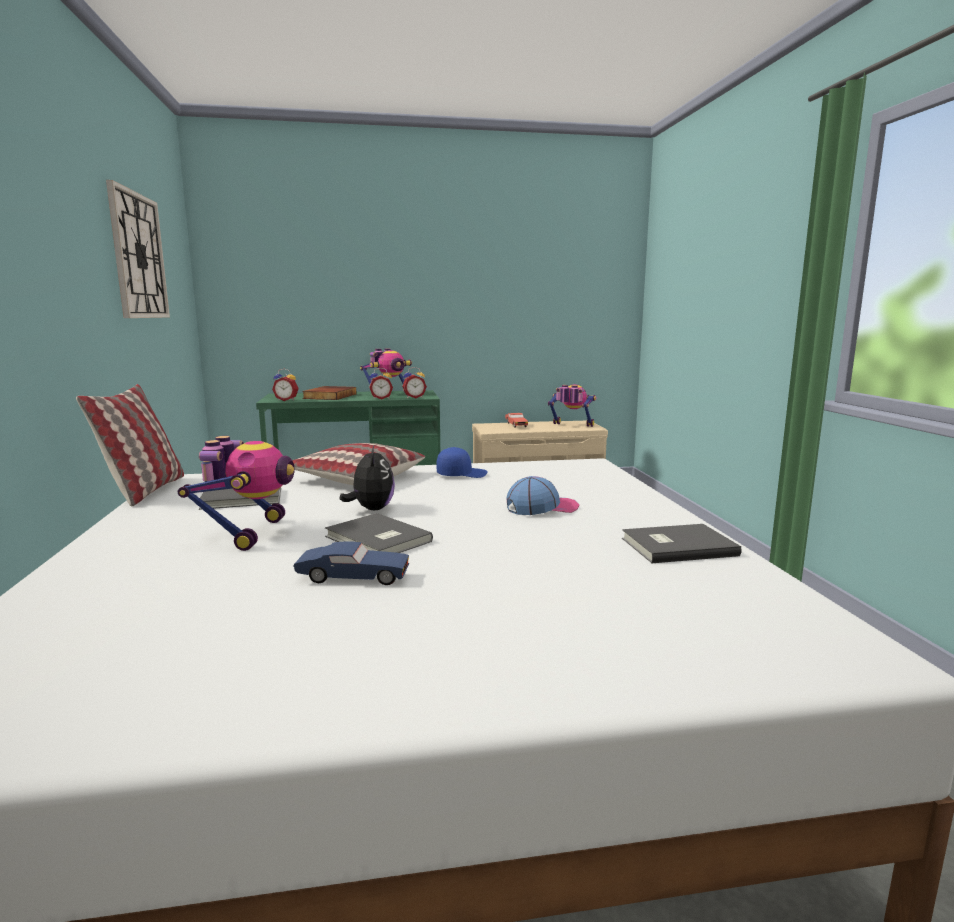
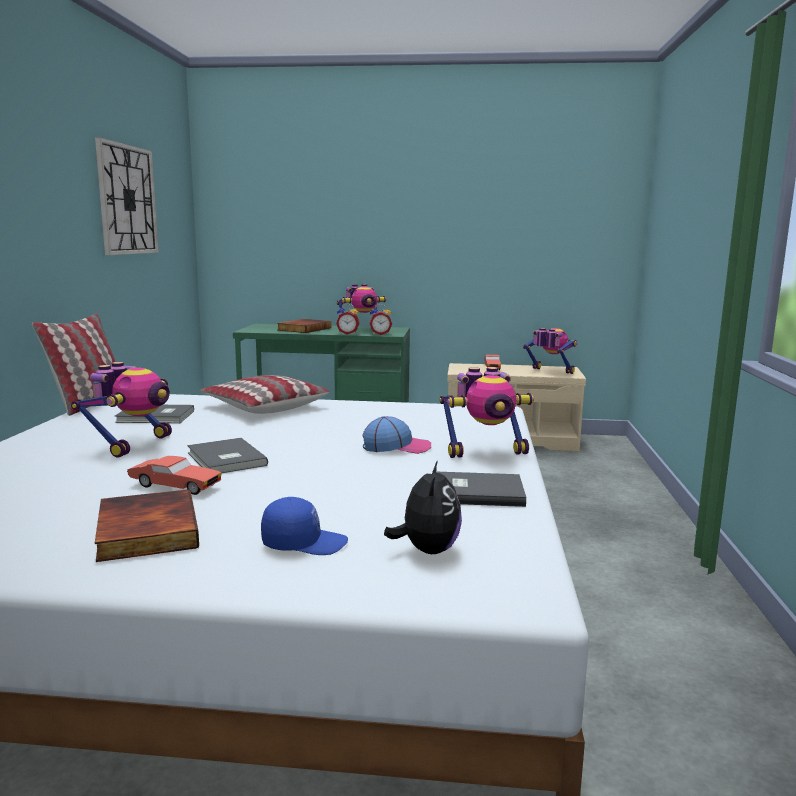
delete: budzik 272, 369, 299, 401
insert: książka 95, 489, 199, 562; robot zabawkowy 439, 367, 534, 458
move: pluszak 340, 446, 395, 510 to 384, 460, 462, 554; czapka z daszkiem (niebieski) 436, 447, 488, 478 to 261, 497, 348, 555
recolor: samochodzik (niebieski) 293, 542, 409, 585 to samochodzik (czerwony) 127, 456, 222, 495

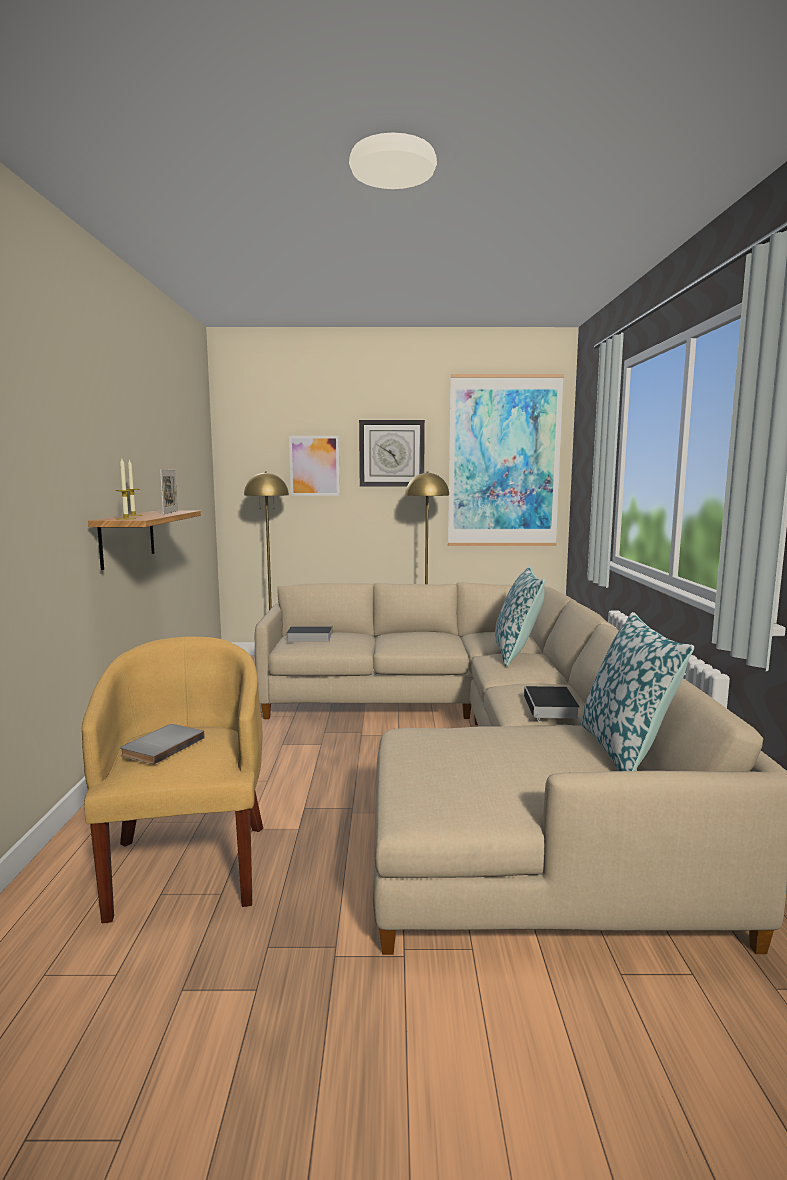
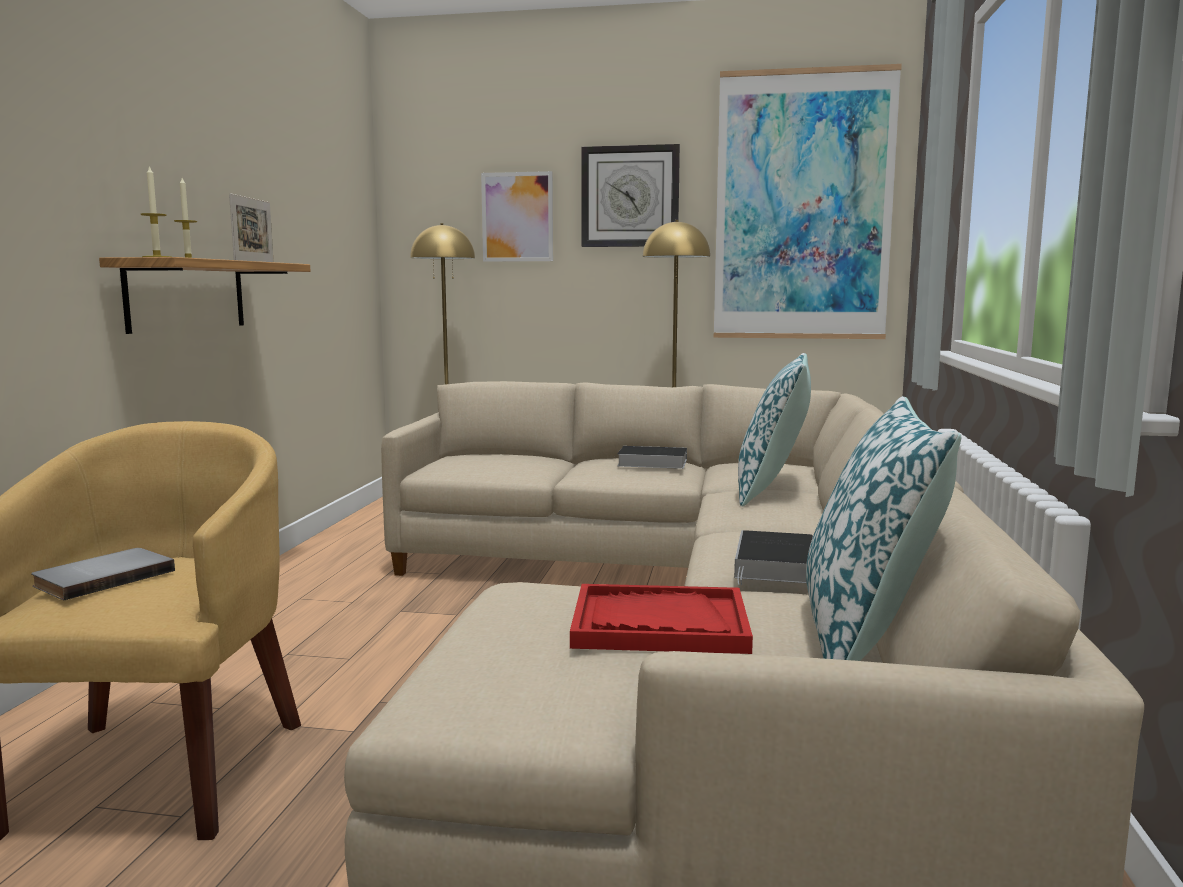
insert: taca (czerwony) 570, 584, 753, 654
move: książka 286, 626, 332, 641 to 617, 446, 687, 469

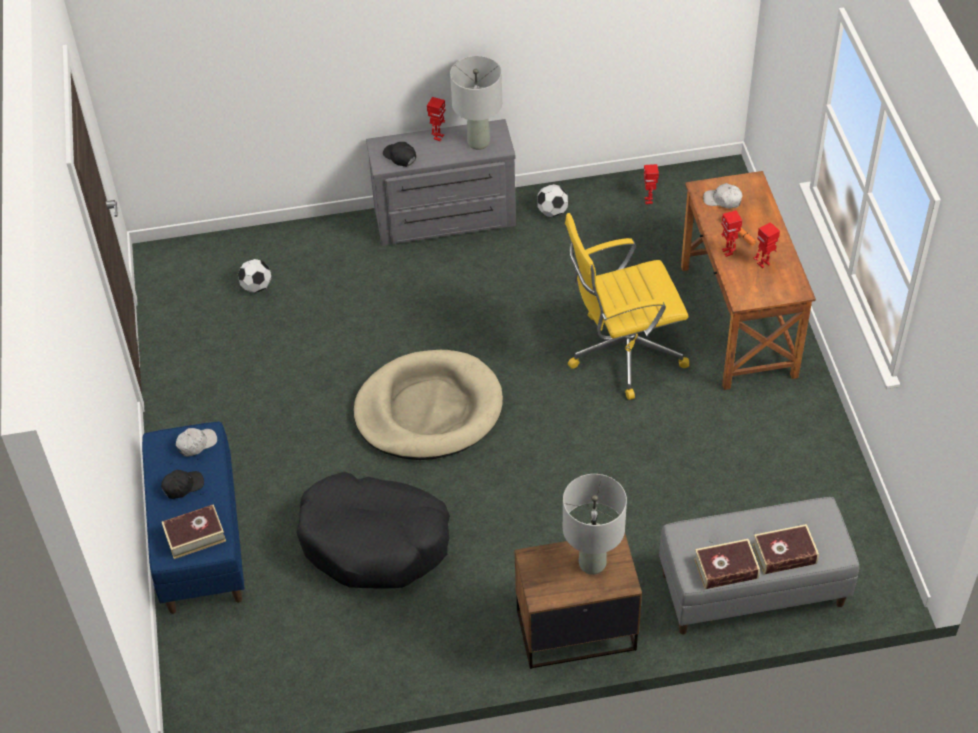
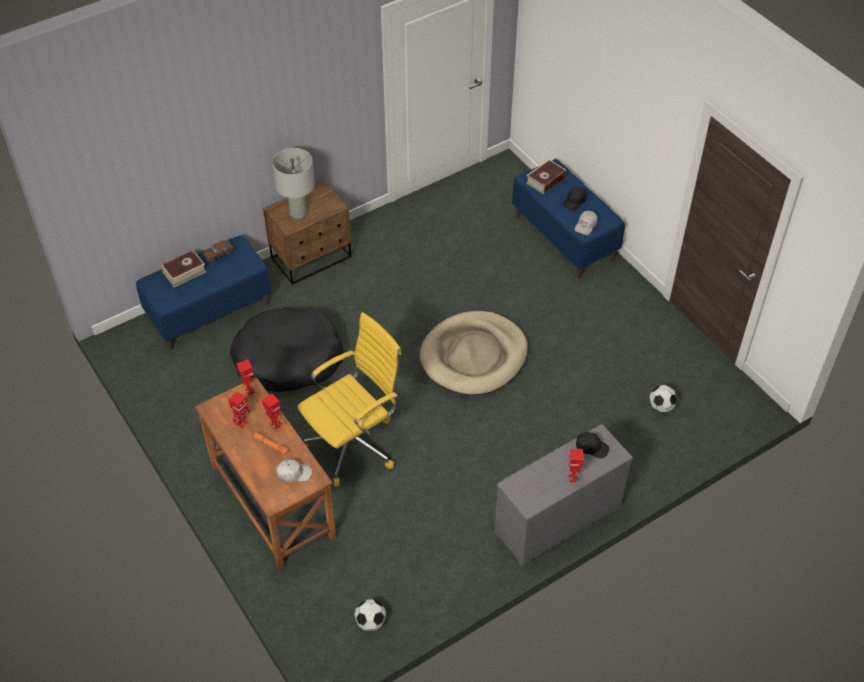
delete: lampa stołowa (szary) 450, 56, 502, 150
move: legowisko (czarny) 296, 472, 450, 588 to 230, 307, 344, 392; piłka futbolowa 537, 184, 568, 217 to 354, 599, 386, 631; robot zabawkowy 644, 164, 659, 204 to 236, 359, 255, 395
replace: książka 694, 539, 760, 589 to samochodzik (brązowy) 202, 240, 235, 262
recolor: ławka (szary) 659, 497, 859, 634 to ławka (niebieski) 136, 235, 272, 350

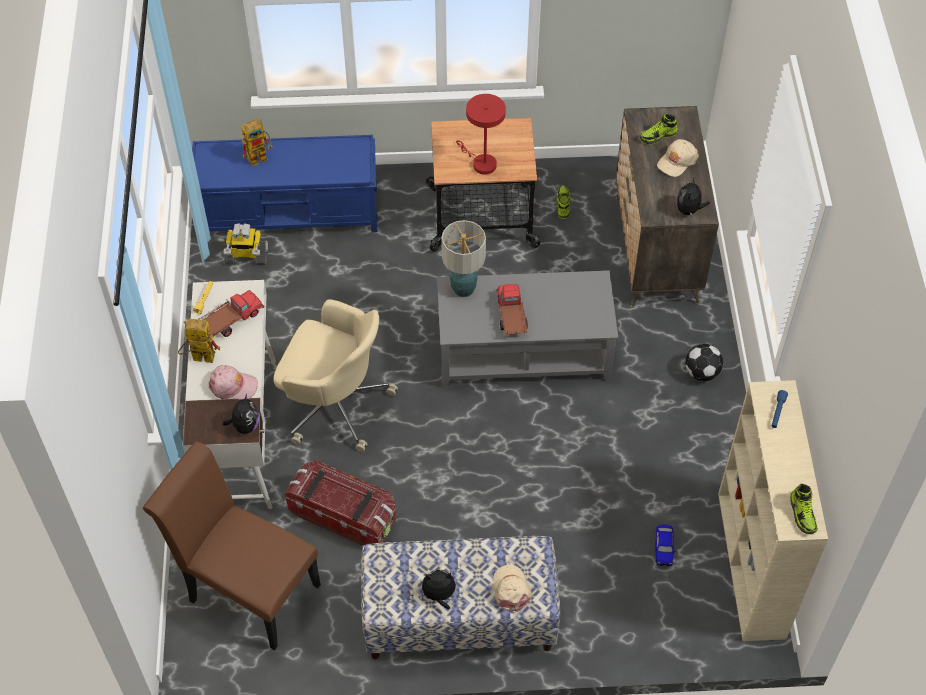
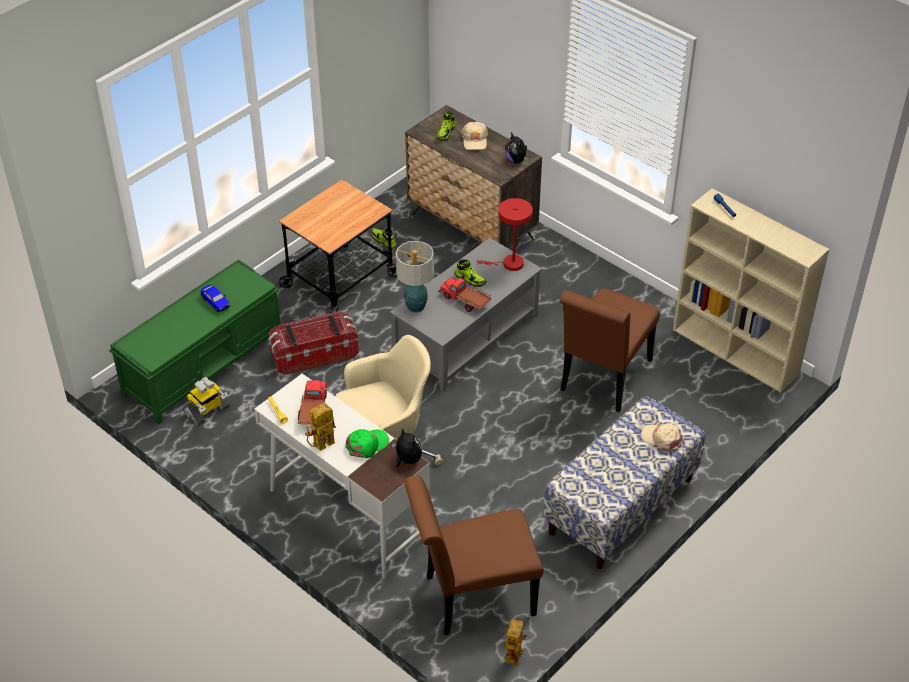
delete: pluszak 420, 570, 456, 609; piłka futbolowa 685, 344, 723, 381
insert: krzesło (brązowy) 560, 288, 660, 412
move: robot zabawkowy 241, 119, 273, 167 to 503, 616, 528, 666; pojemnik do przechowywania 285, 461, 396, 546 to 268, 311, 359, 375; lampa stołowa (czerwony) 456, 94, 506, 175 to 477, 198, 533, 271; samochodzik 655, 525, 676, 566 to 201, 285, 230, 312; but 790, 484, 818, 534 to 455, 259, 487, 287
recolor: ławka (niebieski) 192, 135, 378, 233 to ławka (zielony) 109, 259, 281, 425; czapka z daszkiem (różowy) 209, 365, 258, 400 to czapka z daszkiem (zielony) 346, 429, 389, 458

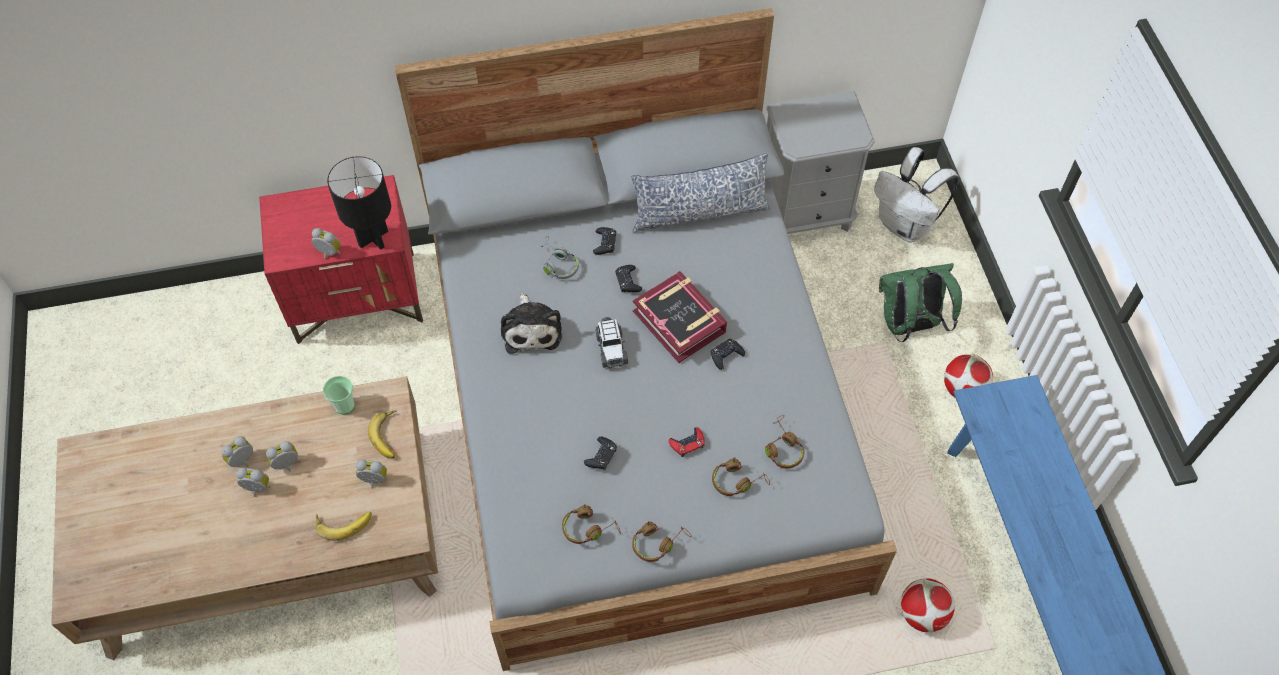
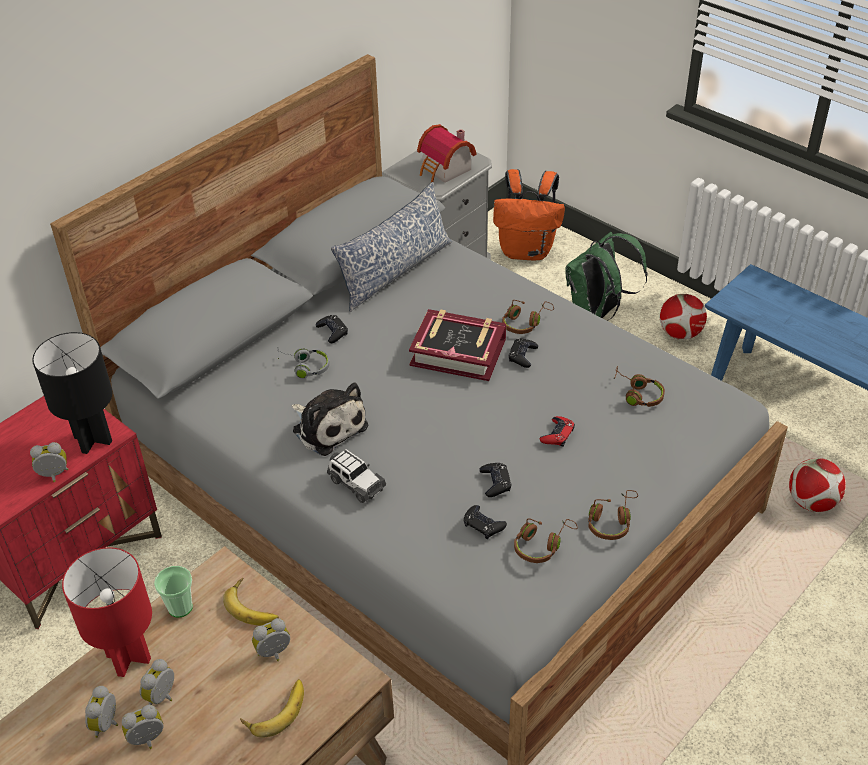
insert: lampa stołowa (czerwony) 62, 547, 152, 677; domek 417, 124, 476, 183
move: samochodzik 595, 317, 628, 368 to 327, 449, 386, 503; pad do gier (czarny) 615, 265, 642, 292 to 464, 505, 507, 539; słuchawki (brązowy) 712, 457, 770, 496 to 502, 300, 554, 334
recolor: plecak (biały) 874, 147, 959, 242 to plecak (pomarańczowy) 493, 169, 565, 261

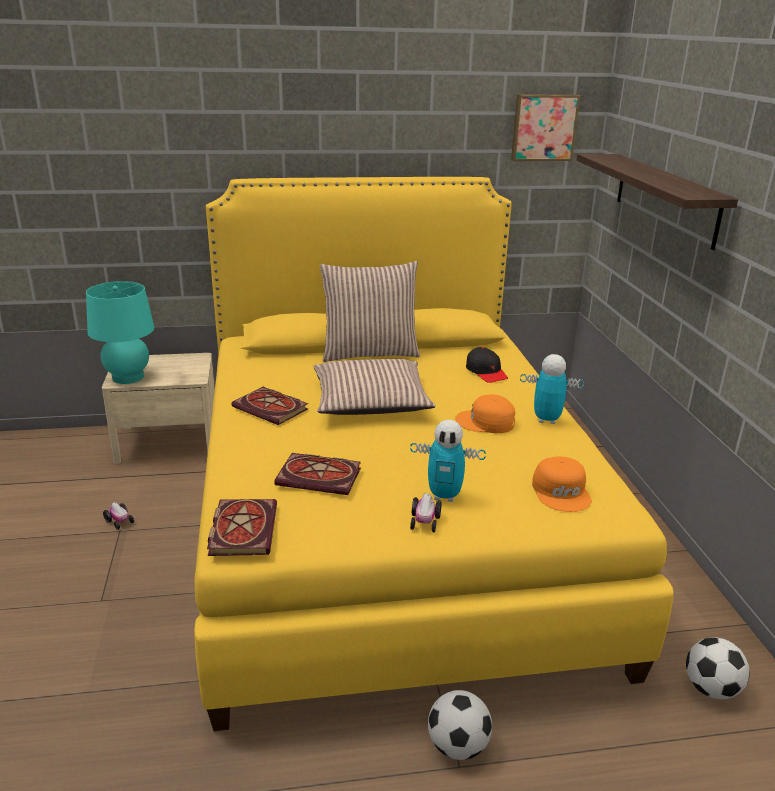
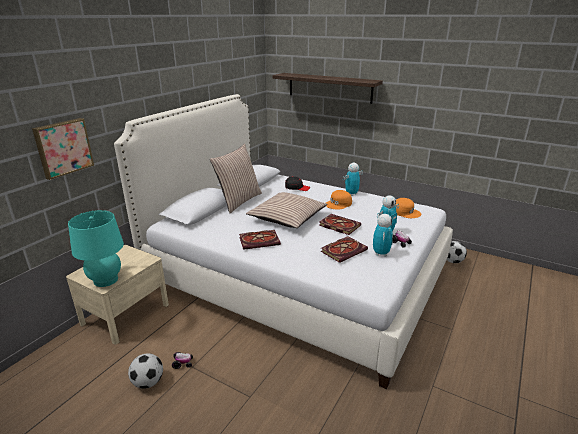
insert: robot zabawkowy 373, 214, 393, 257
move: książka 207, 499, 277, 556 to 319, 214, 361, 235; piłka futbolowa 428, 690, 492, 760 to 128, 353, 163, 389; obraz 511, 94, 580, 161 to 32, 118, 94, 180
recolor: łóżko (żółty) 194, 177, 674, 731 to łóżko (biały) 114, 94, 453, 389

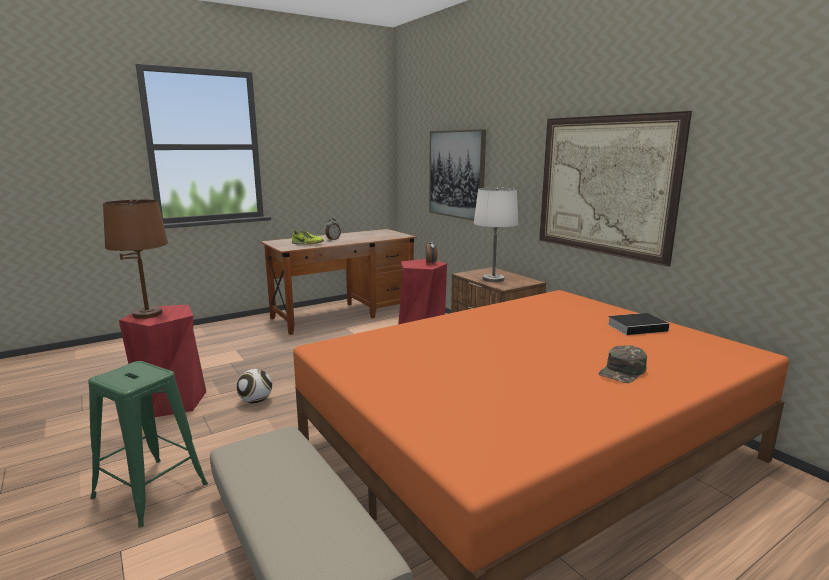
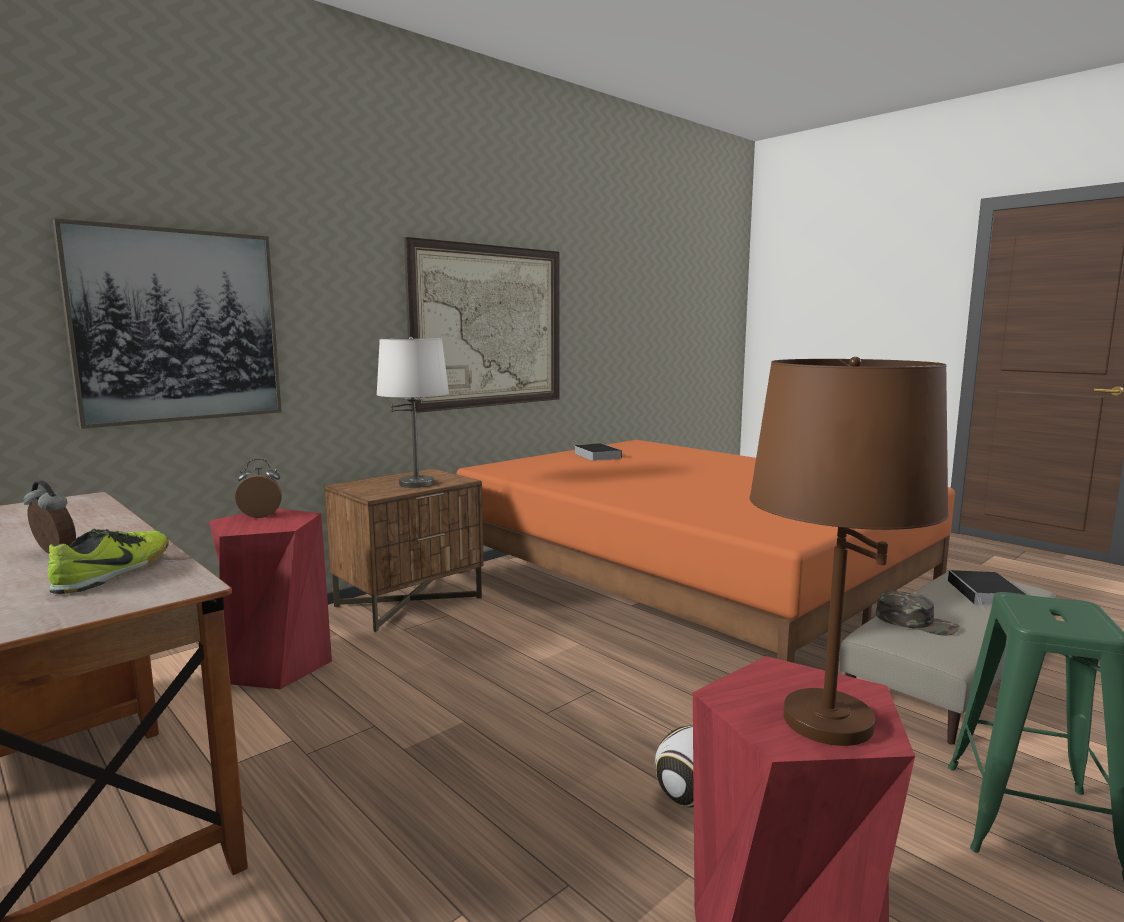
insert: książka 948, 570, 1027, 610
move: czapka z daszkiem (zielony) 599, 345, 647, 383 to 876, 590, 960, 636

